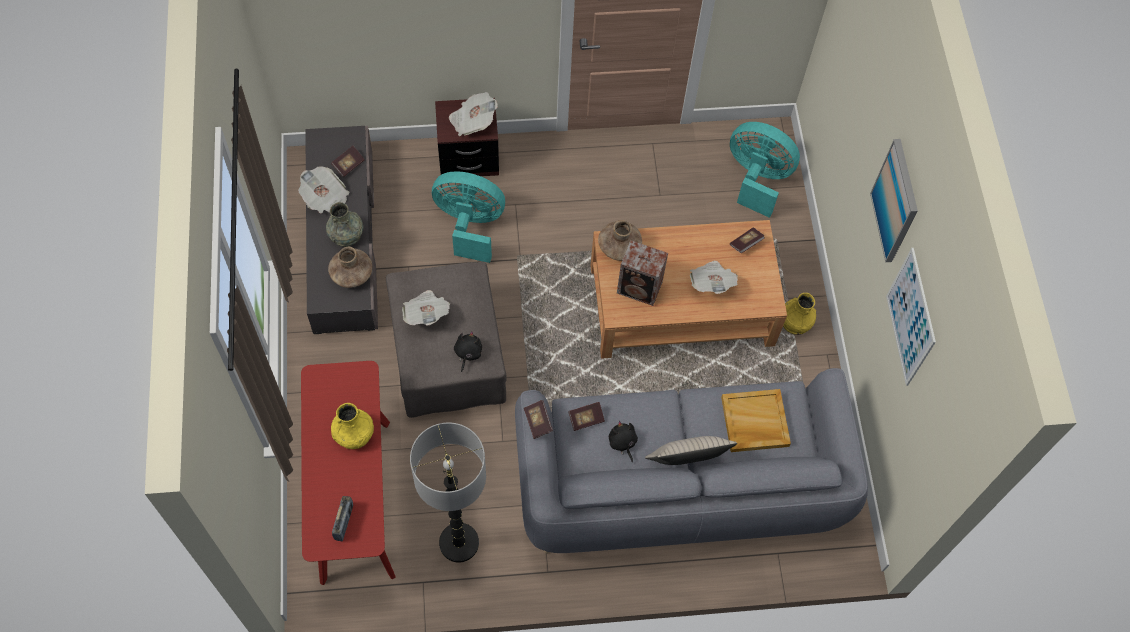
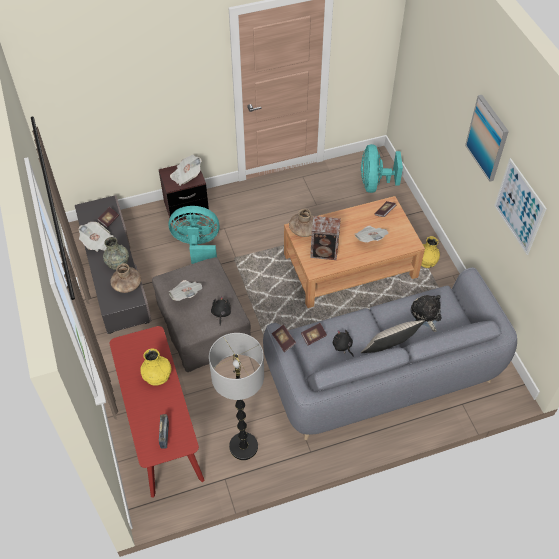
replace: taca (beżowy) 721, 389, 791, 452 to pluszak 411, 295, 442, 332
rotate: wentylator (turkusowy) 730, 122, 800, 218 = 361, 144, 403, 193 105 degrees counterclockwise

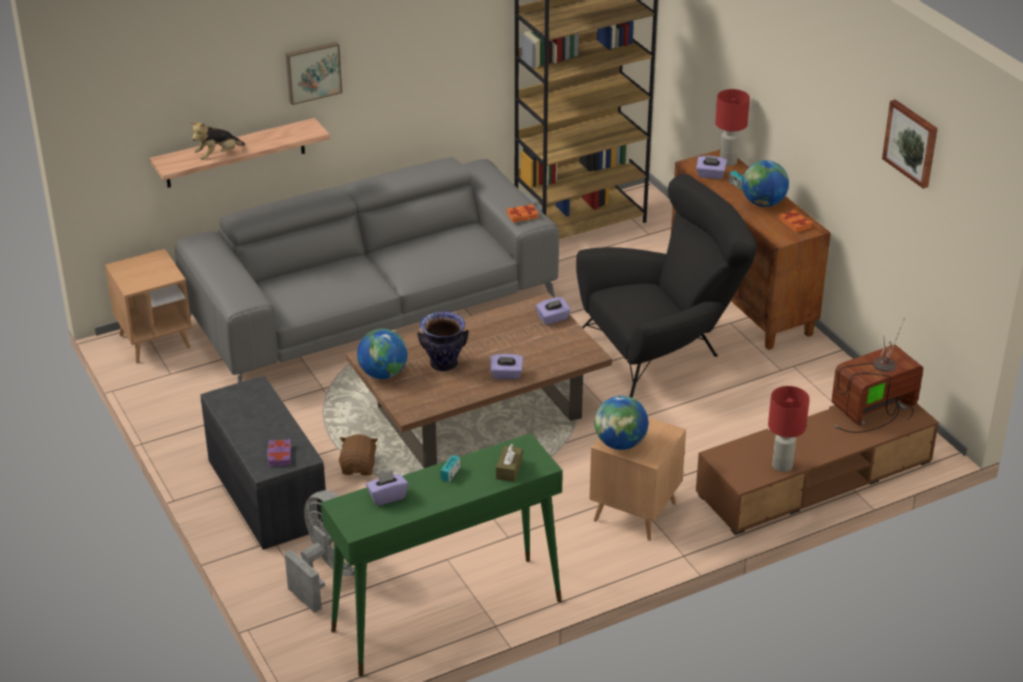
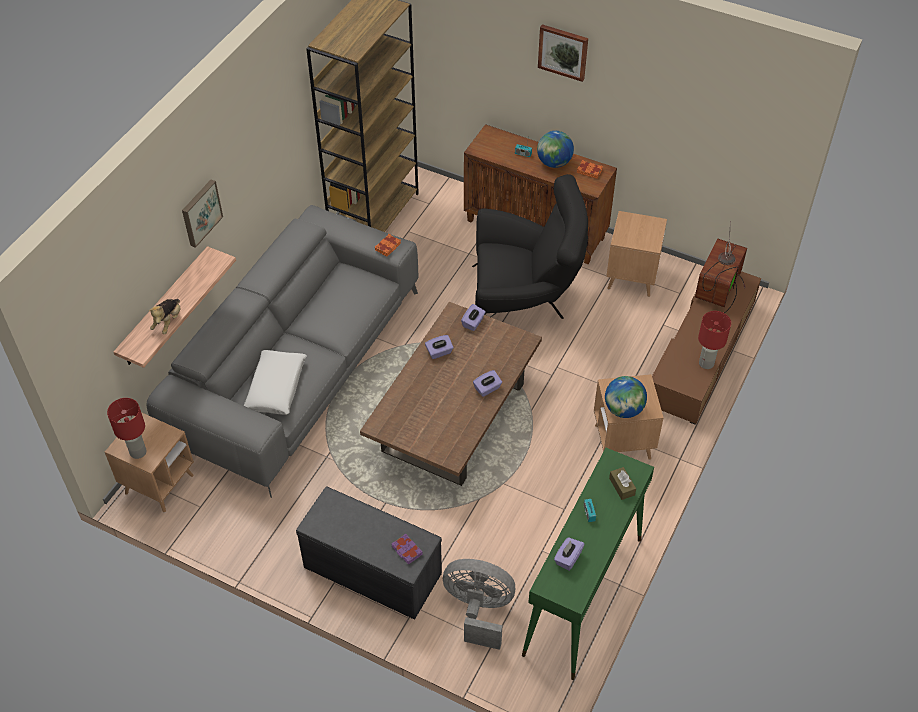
delete: pluszak (brązowy) 339, 434, 378, 476; globus 357, 329, 407, 379; wazon 417, 311, 469, 371
insert: poduszka (biały) 244, 350, 307, 415; stolik (brązowy) 606, 211, 667, 297
move: pudełko chusteczek (fioletowy) 696, 156, 727, 179 to 425, 335, 454, 359; lampa stołowa (czerwony) 715, 89, 750, 166 to 107, 398, 146, 459; obraz 882, 100, 938, 189 to 538, 24, 588, 82
rotate: fotel (czarny) 576, 174, 757, 398 = 472, 174, 588, 319 60 degrees clockwise

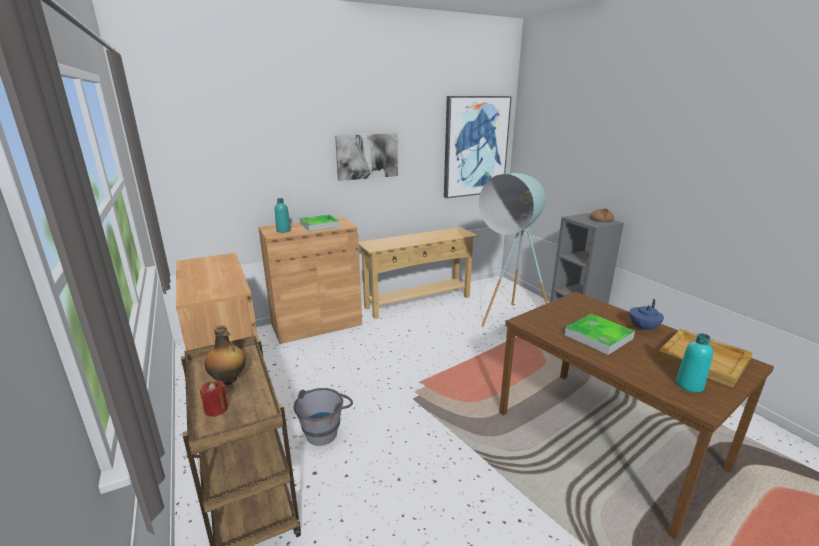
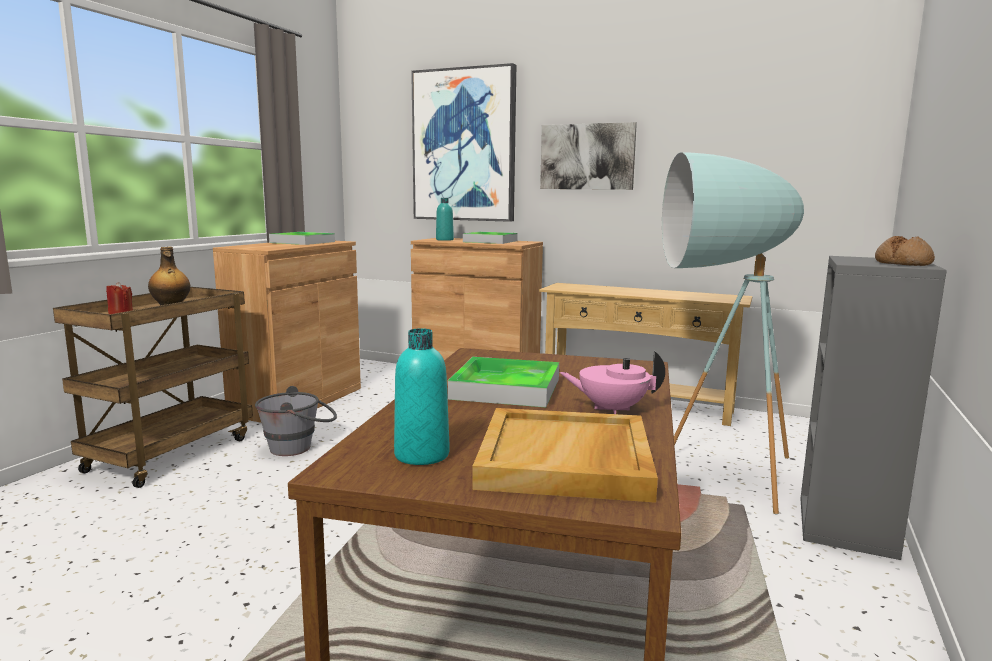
insert: taca 269, 232, 335, 245
move: obraz 444, 96, 512, 198 to 411, 63, 516, 222
recolor: imbryk (niebieski) 629, 299, 664, 331 to imbryk (różowy) 559, 351, 665, 414

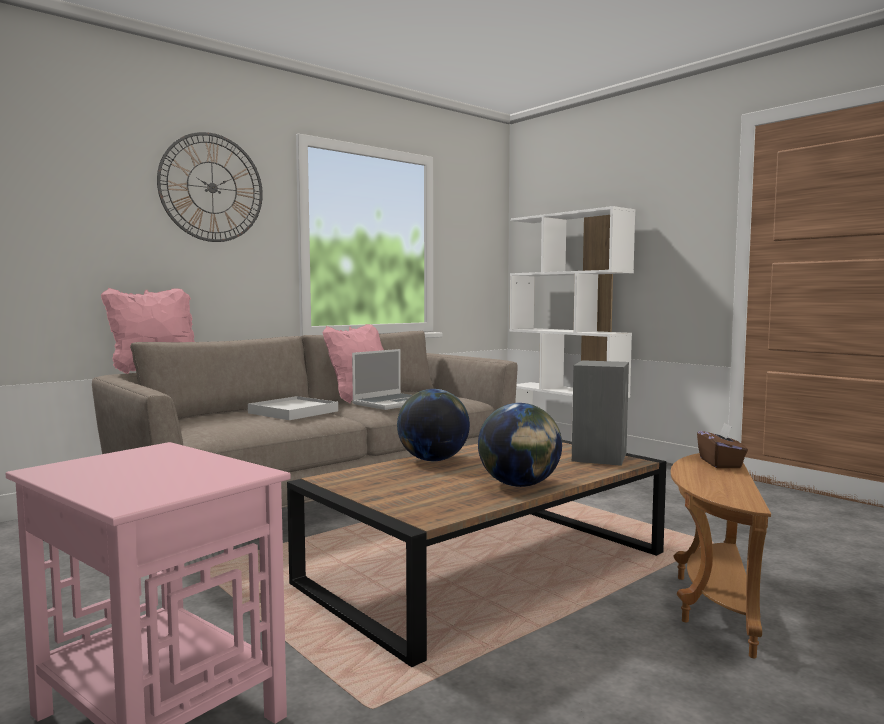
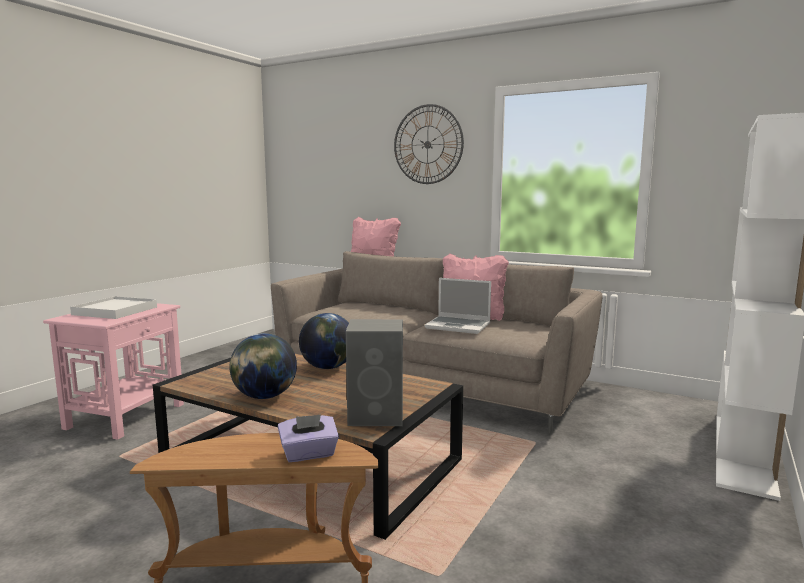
move: taca (biały) 248, 396, 338, 420 to 70, 296, 157, 319
recolor: pudełko chusteczek (brązowy) 697, 423, 748, 468 to pudełko chusteczek (fioletowy) 278, 414, 339, 462

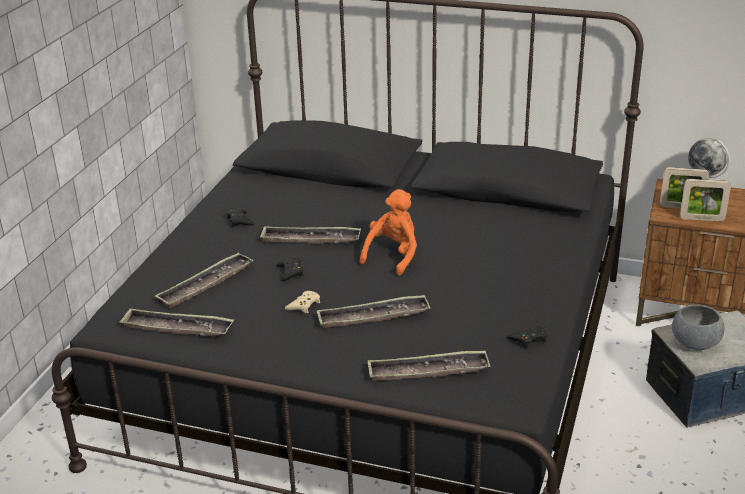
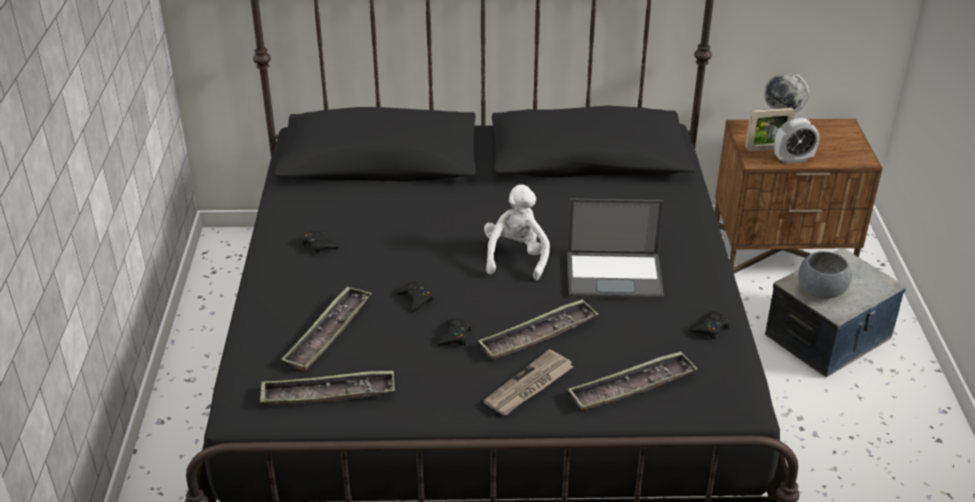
delete: taca 260, 226, 361, 244
insert: gazeta 483, 349, 573, 416; laptop 567, 198, 664, 300
replace: ramka na zdjęcie 680, 179, 731, 221 to budzik 774, 118, 819, 164
recolor: pad do gier (beżowy) 285, 291, 320, 313 to pad do gier (czarny) 436, 318, 472, 346; pluszak (pomarańczowy) 360, 189, 417, 276 to pluszak (biały) 484, 184, 550, 280

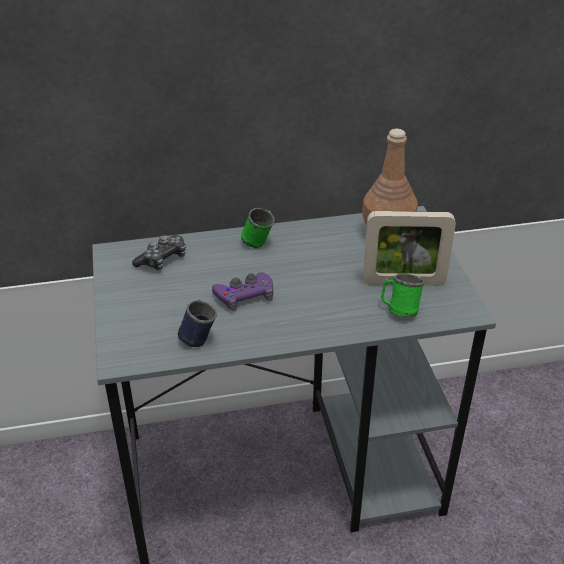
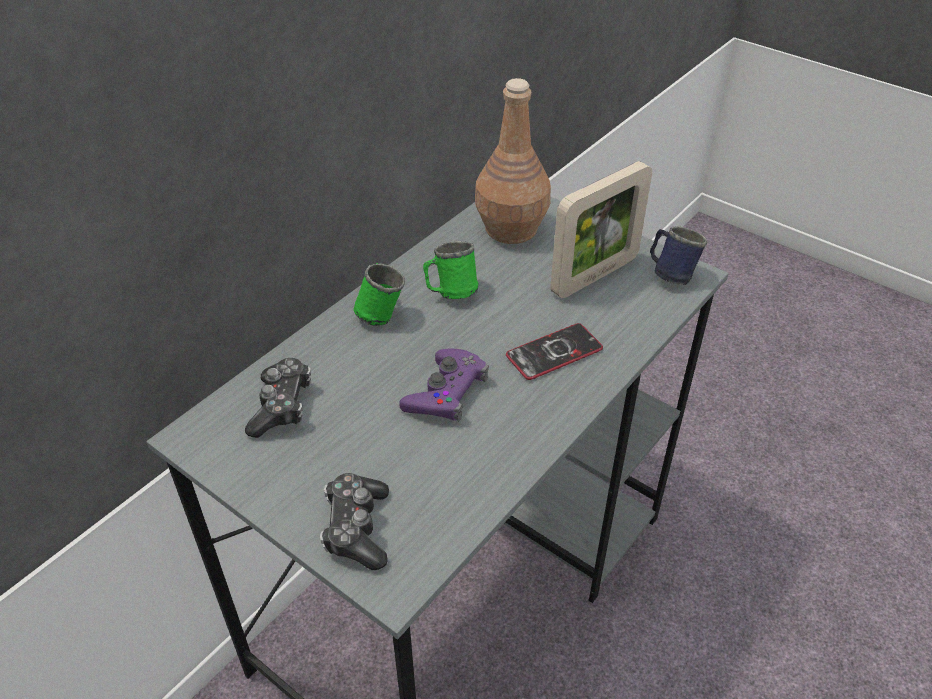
insert: pad do gier 320, 473, 389, 570; telefon 506, 323, 603, 380
move: kubek (niebieski) 178, 300, 217, 347 to 650, 226, 707, 285; kubek (zielony) 381, 273, 424, 317 to 423, 241, 478, 299

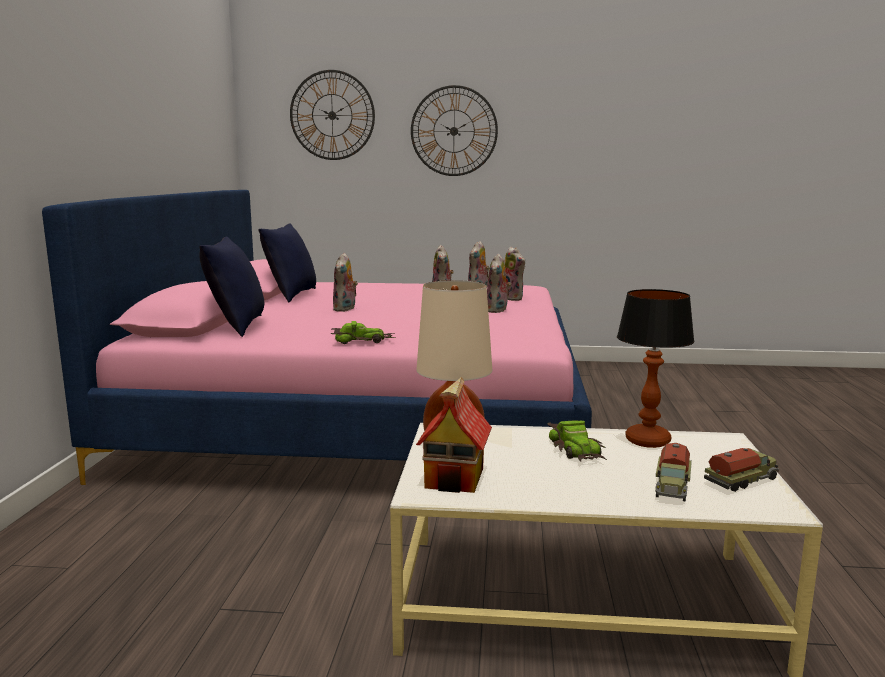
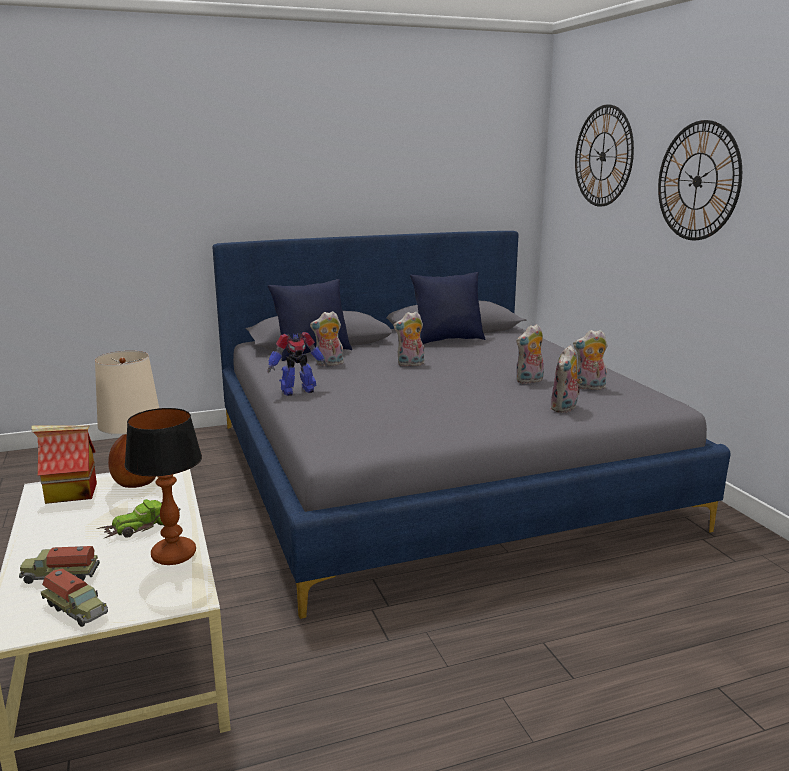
move: pluszak 487, 253, 511, 313 to 310, 311, 344, 366
replace: samochodzik 330, 321, 396, 344 to robot zabawkowy 267, 332, 327, 396
recolor: łóżko (różowy) 42, 190, 592, 485 to łóżko (szary) 212, 231, 730, 619

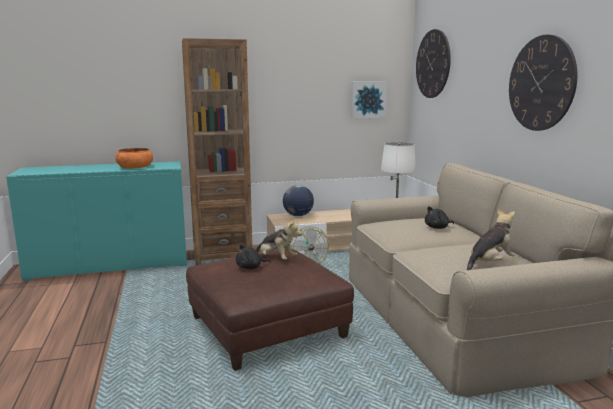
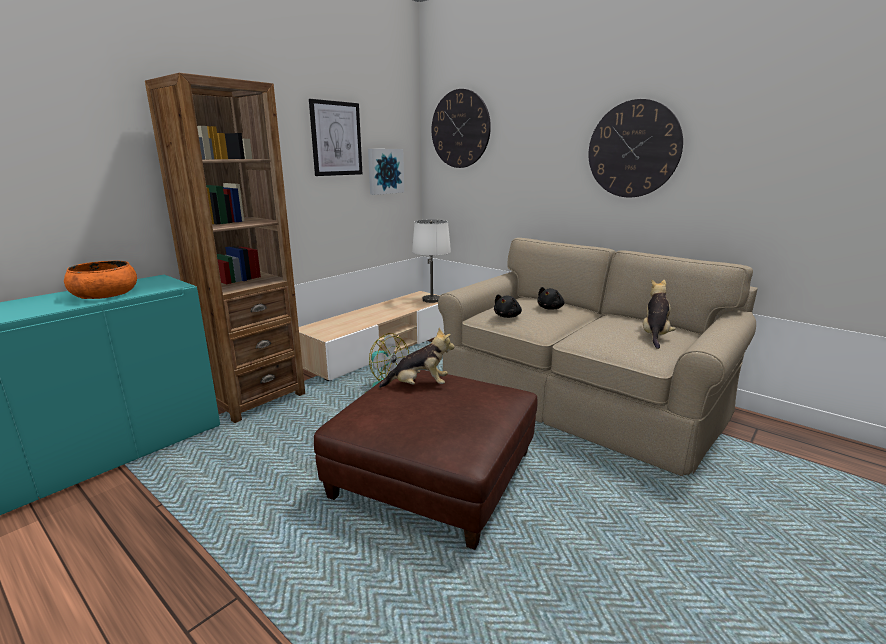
delete: globus 283, 185, 314, 216
insert: obraz 309, 99, 362, 176
move: pluszak (czarny) 236, 244, 271, 269 to 494, 294, 522, 318

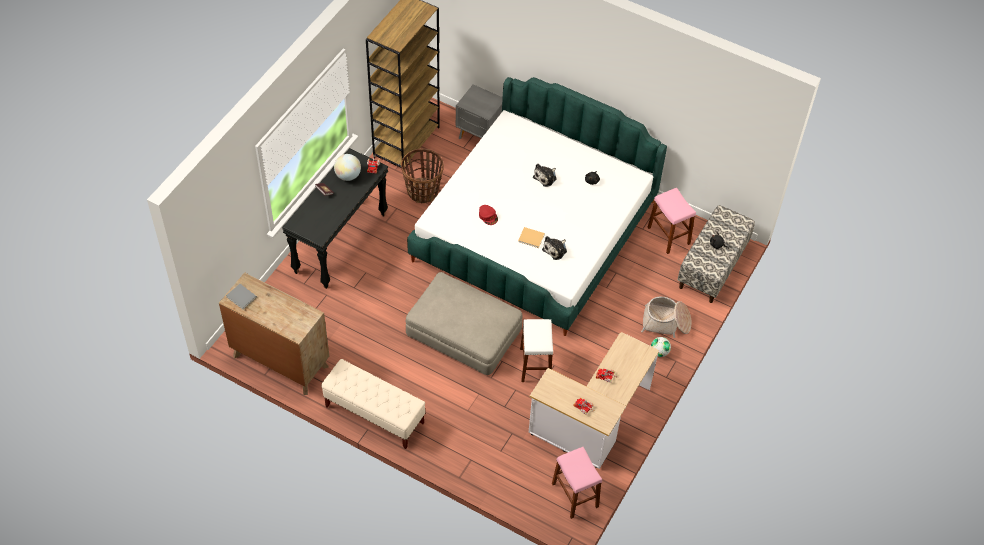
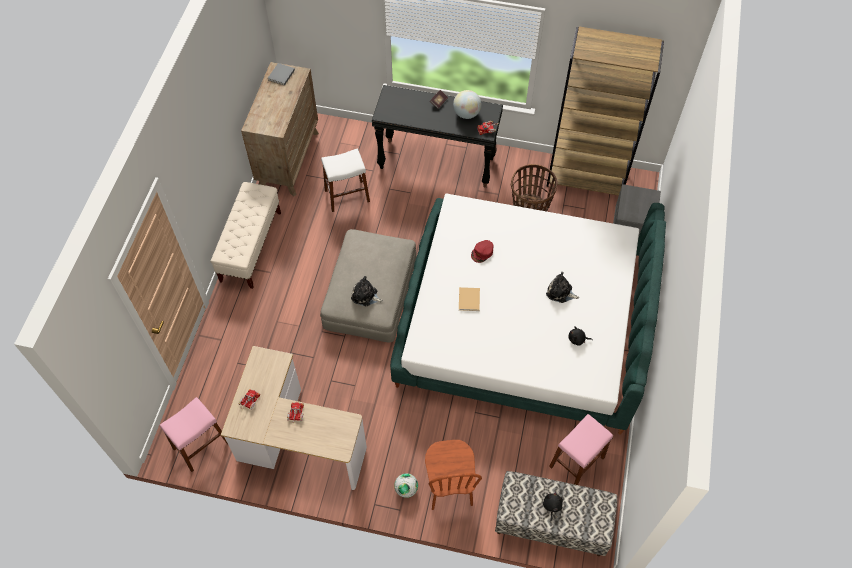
move: stołek (biały) 520, 319, 553, 382 to 321, 149, 370, 212; pluszak 542, 236, 567, 260 to 351, 276, 383, 306
replace: koszyk 641, 296, 691, 338 to krzesło (brązowy) 425, 440, 482, 510

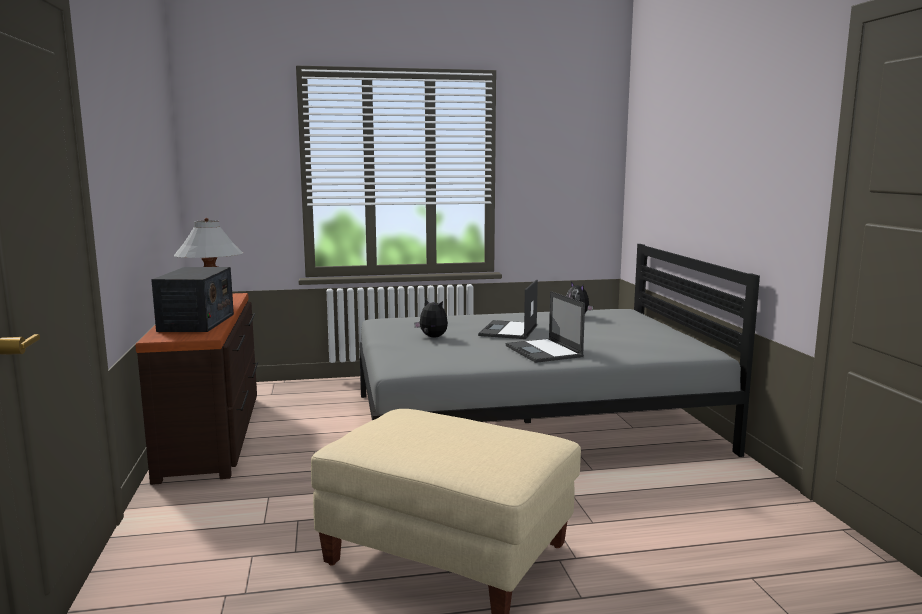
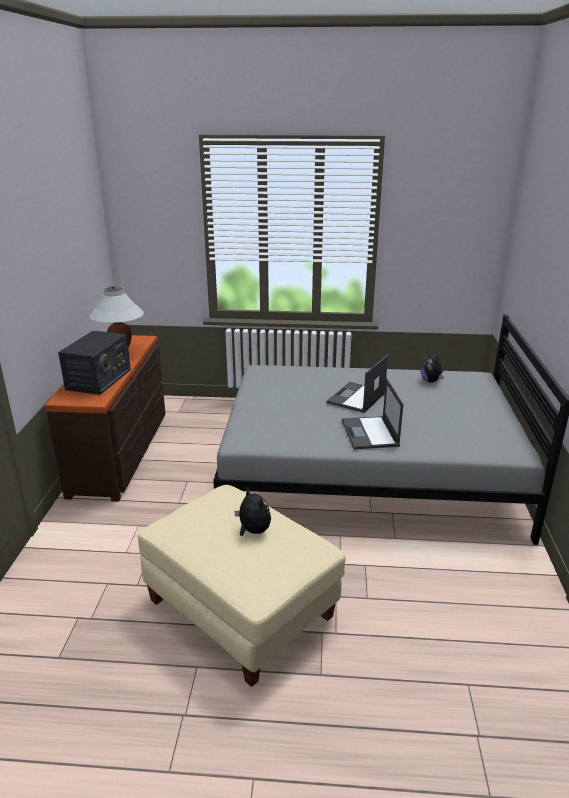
move: pluszak 414, 298, 448, 337 to 234, 487, 271, 536

